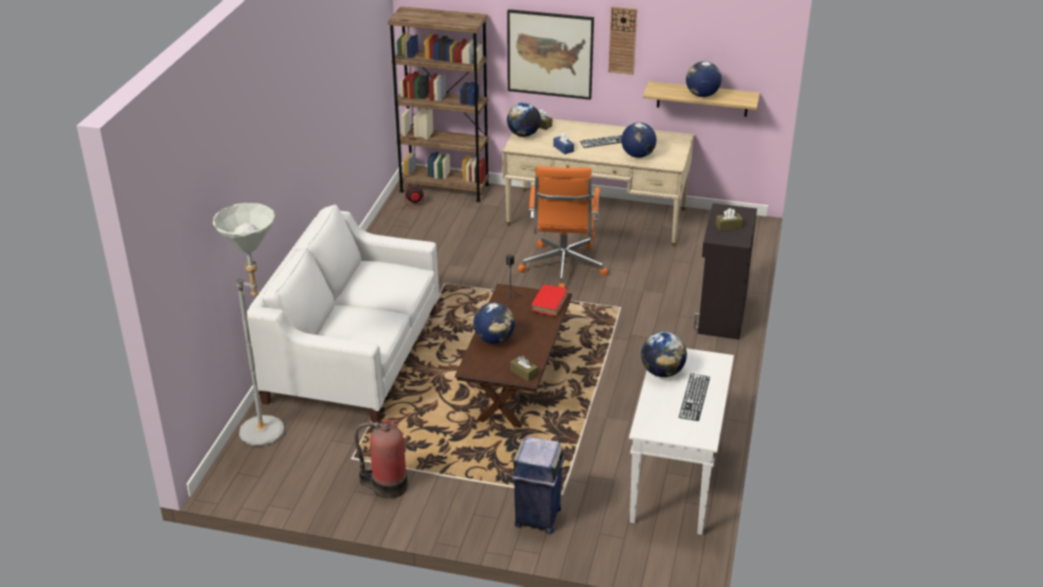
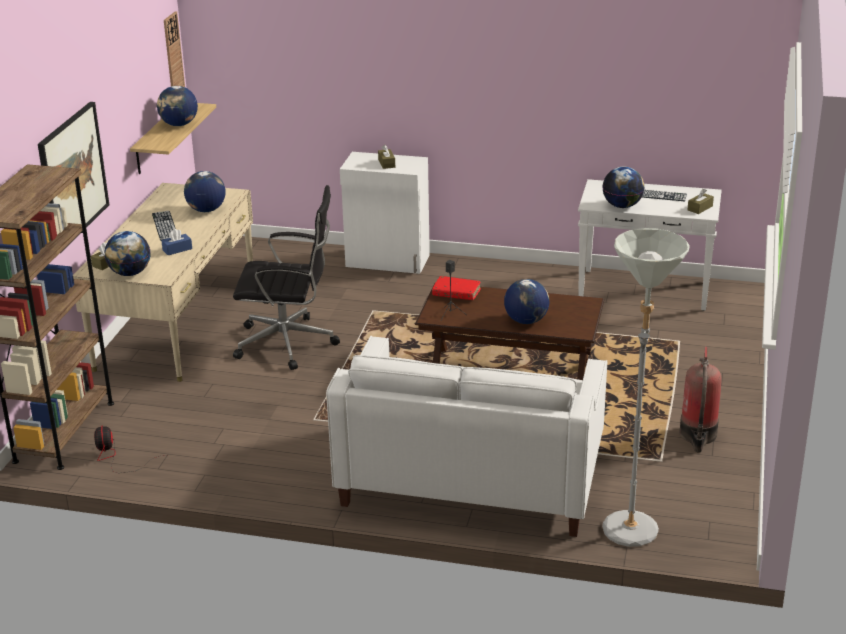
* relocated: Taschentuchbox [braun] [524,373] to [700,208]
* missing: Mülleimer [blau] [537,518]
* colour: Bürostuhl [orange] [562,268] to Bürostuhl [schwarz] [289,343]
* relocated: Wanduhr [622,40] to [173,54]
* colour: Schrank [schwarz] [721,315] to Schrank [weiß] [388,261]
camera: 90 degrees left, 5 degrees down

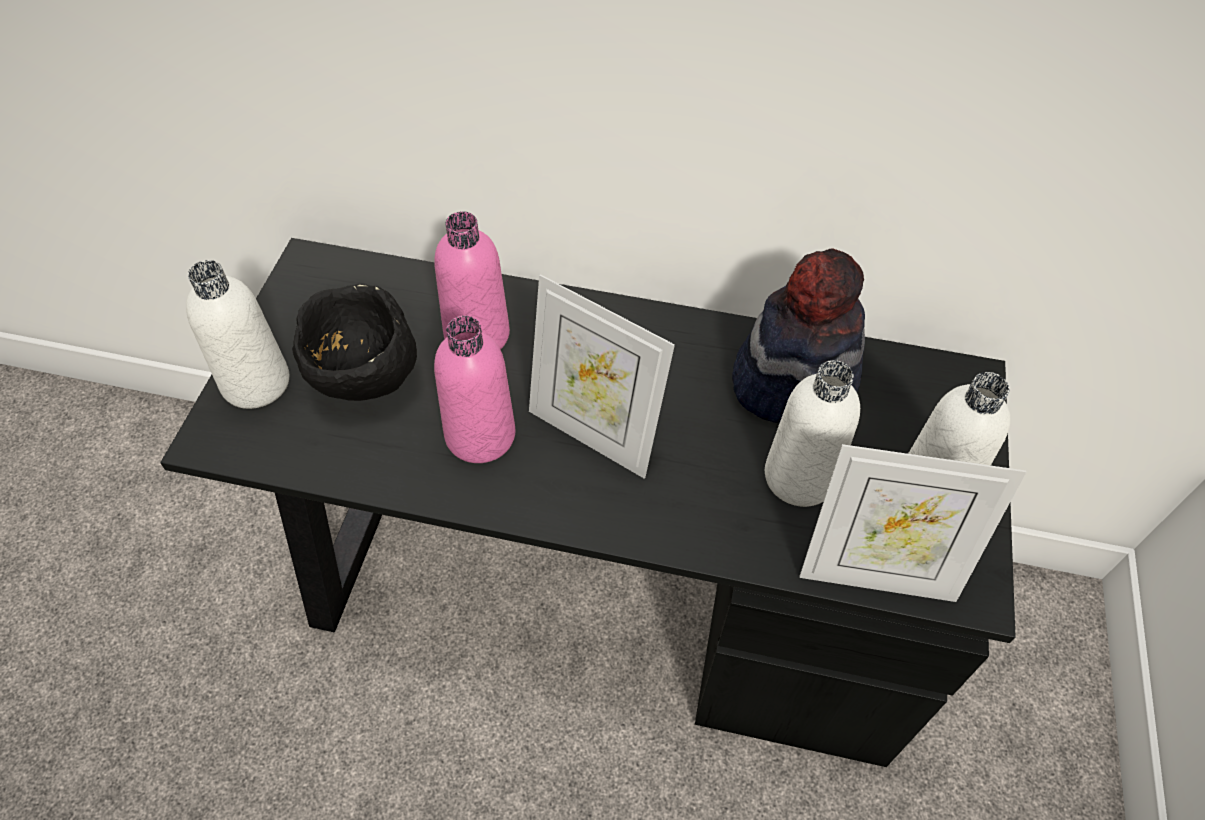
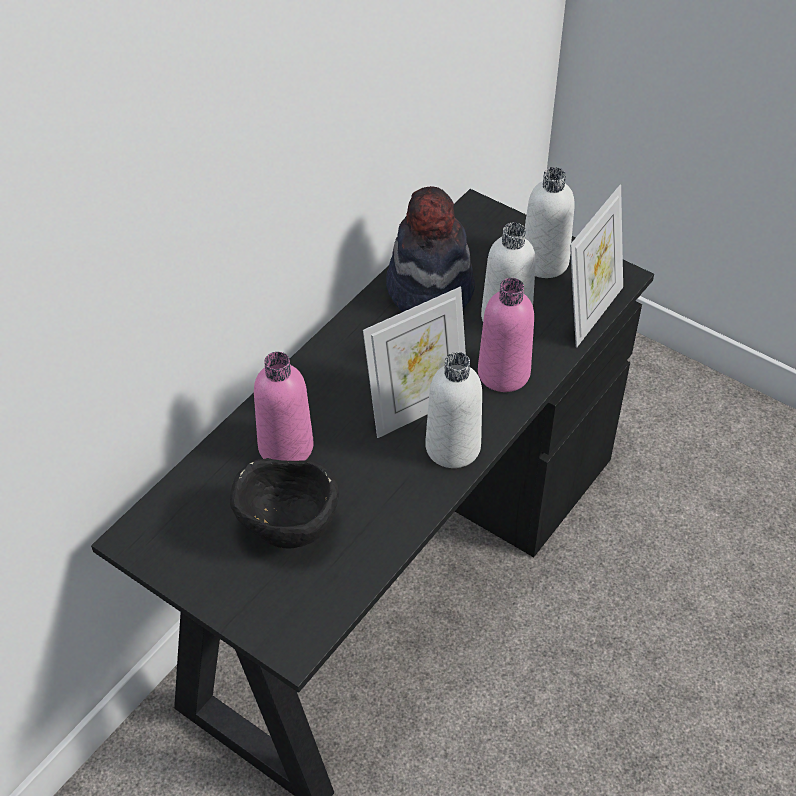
* relocated: Flasche [weiß] [256,382] to [453,447]
* relocated: Flasche [rosa] [480,435] to [503,373]
camera: 65 degrees left, 5 degrees down

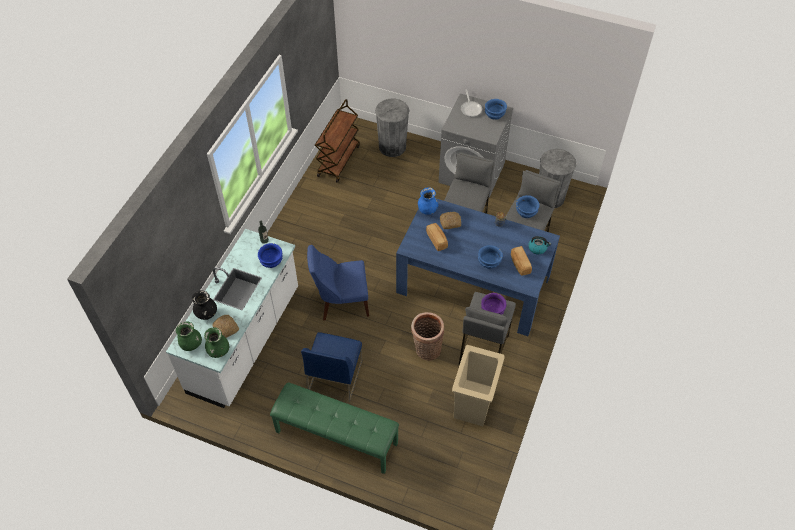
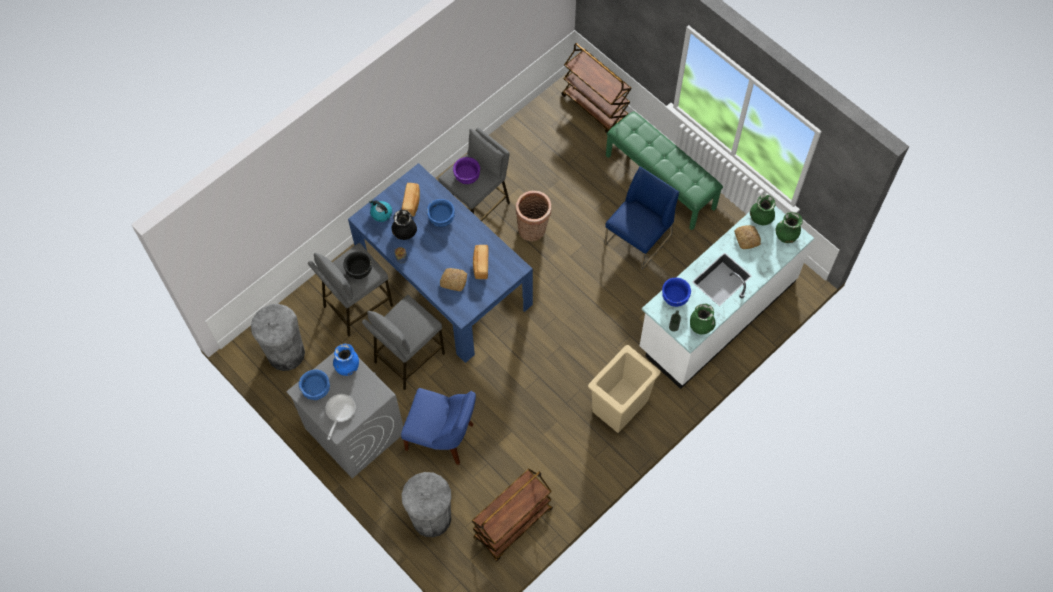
* relocated: Vase [schwarz] [206,313] to [404,232]
* relocated: Stuhl [blau] [341,302] to [443,437]
* relocated: Vase [blau] [427,210] to [347,366]
* relocated: Mülleimer [beige] [474,404] to [619,406]
* colour: Schüssel [blau] [526,212] to Schüssel [schwarz] [358,270]
* appeared: Rollwagen [braun] [595,107]
* appeared: Vase [grün] [700,325]
camera: 155 degrees left, 10 degrees up

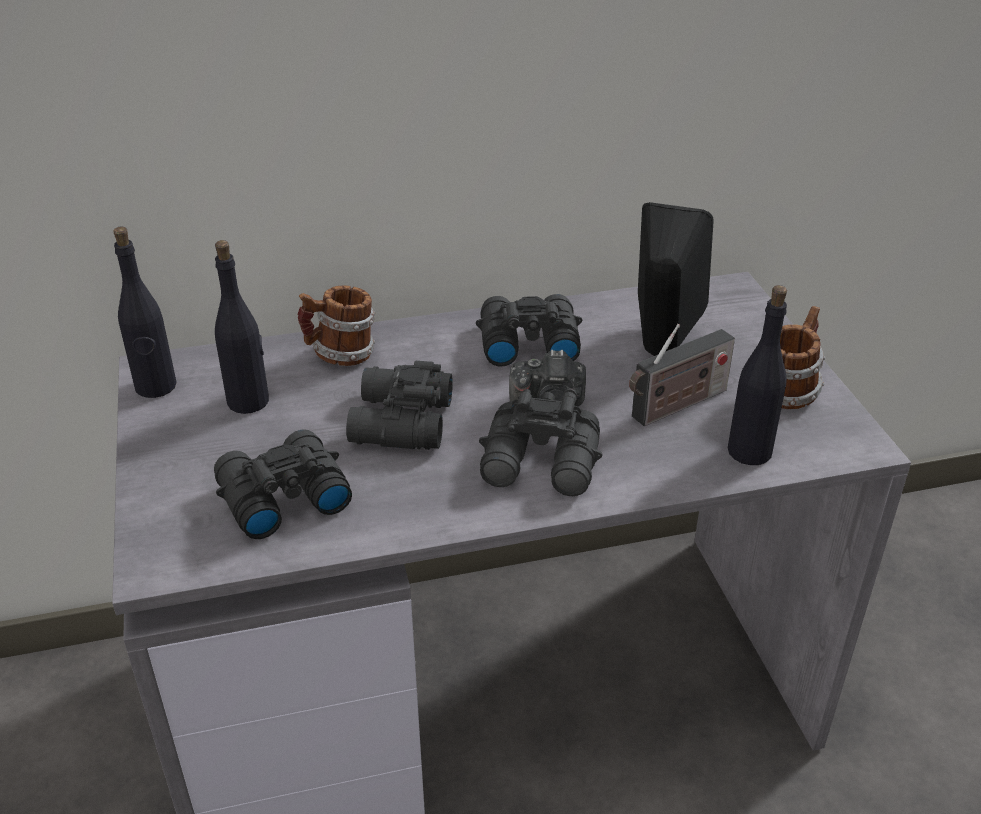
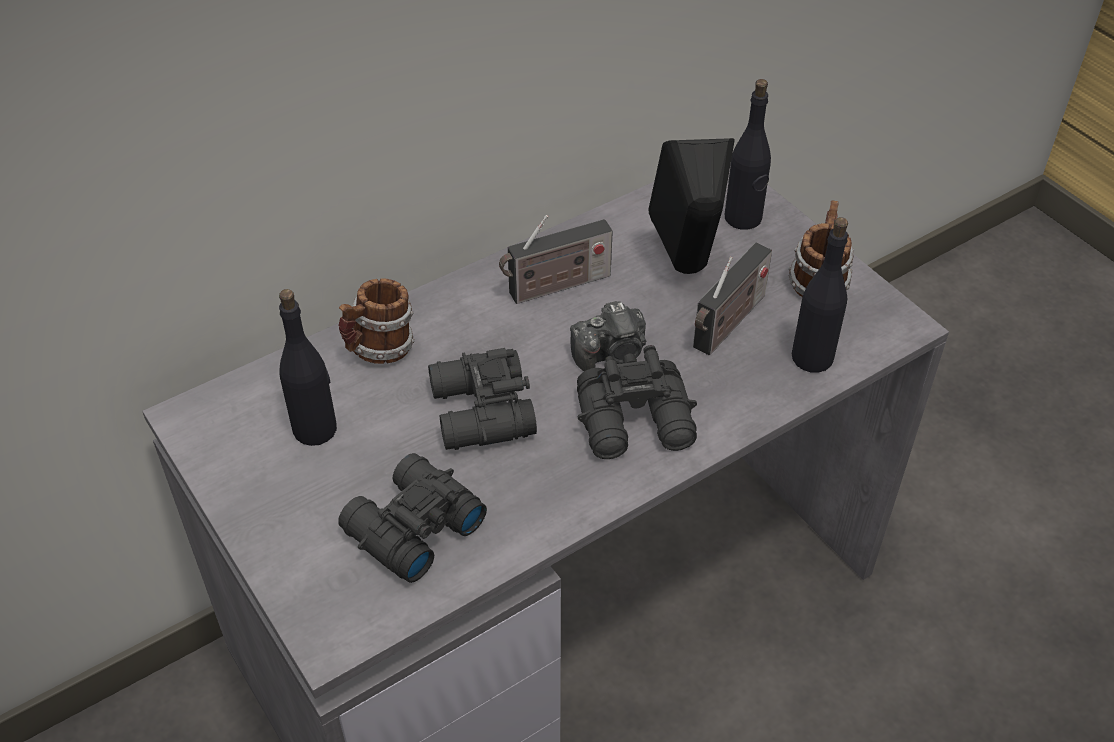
* relocated: Flasche [schwarz] [155,386] to [743,218]
* exchanged: Fernglas [schwarz] [526,342] to Radio [555,287]
camera: 20 degrees left, 10 degrees up

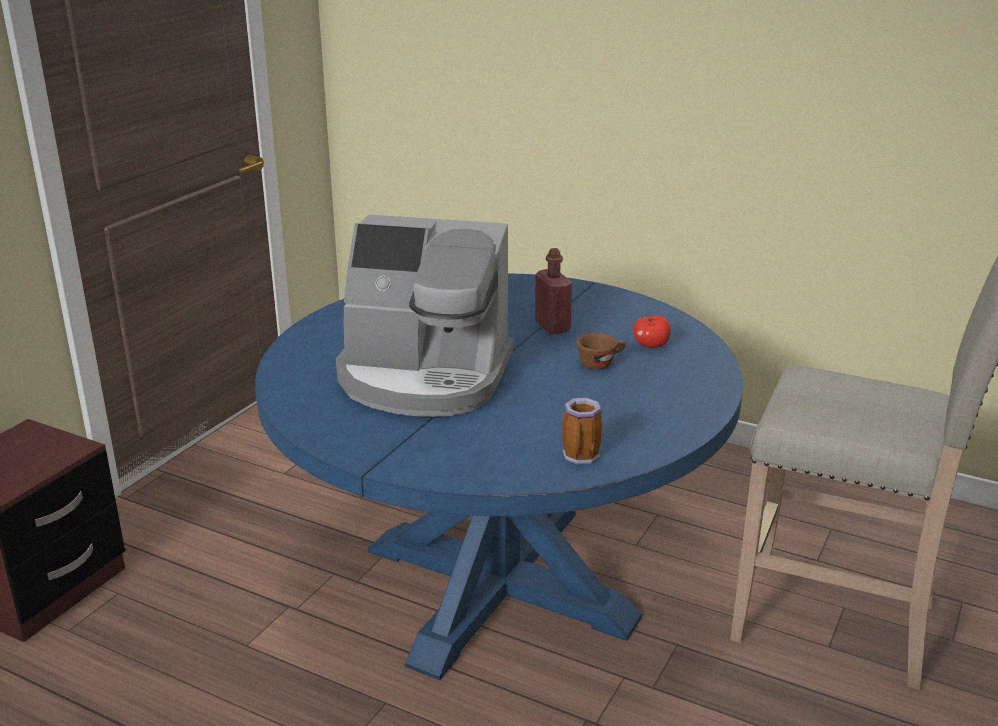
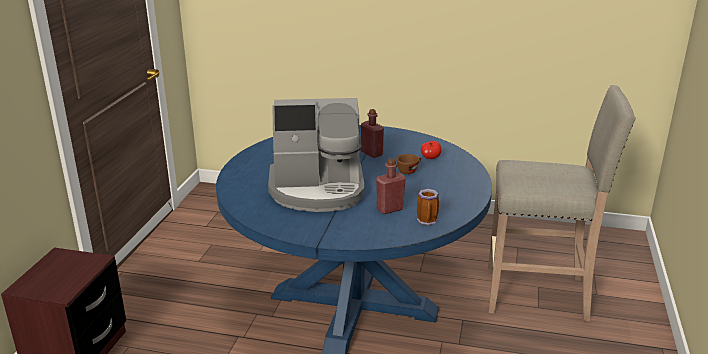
* appeared: Flasche [rot] [390,209]
camera: 15 degrees left, 0 degrees up

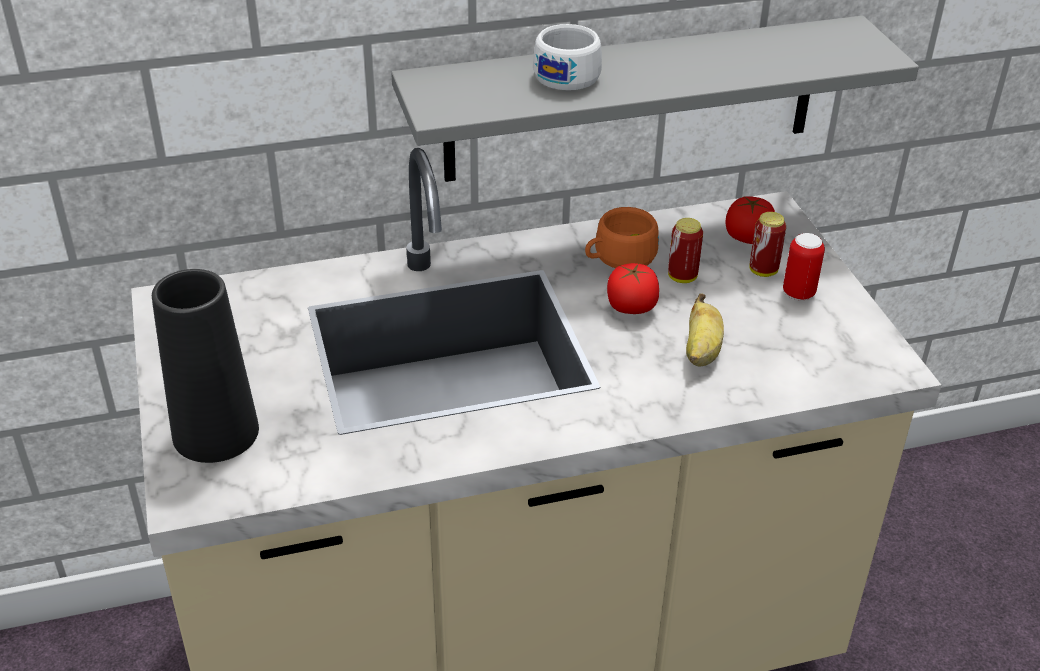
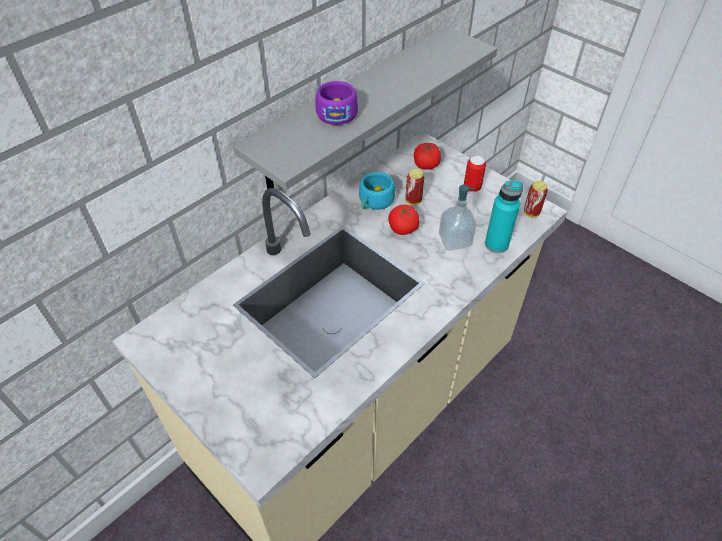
* missing: Vase [schwarz] [215,432]
* colour: Tasse [weiß] [571,74] to Tasse [lila] [337,112]
* colour: Tasse [orange] [619,257] to Tasse [türkis] [374,202]
* exchanged: Banane [701,352] to Seifenspender [455,240]
* relocated: Dose [763,271] to [531,213]
* appeared: Flasche [türkis] [496,244]
camera: 30 degrees left, 10 degrees up

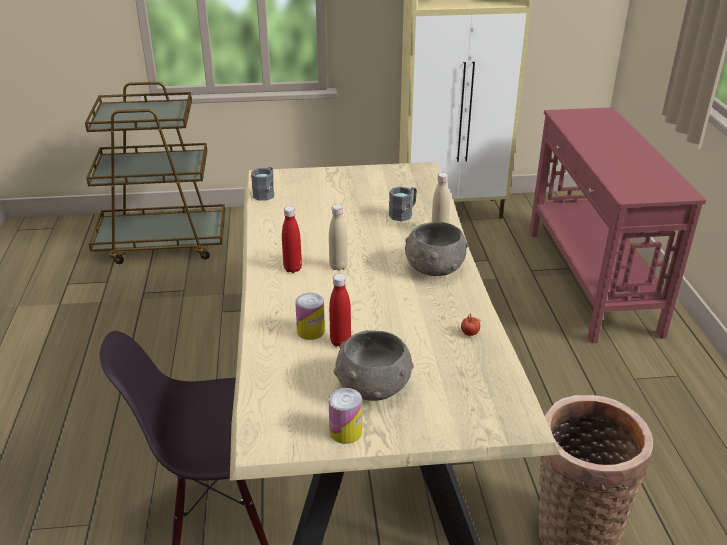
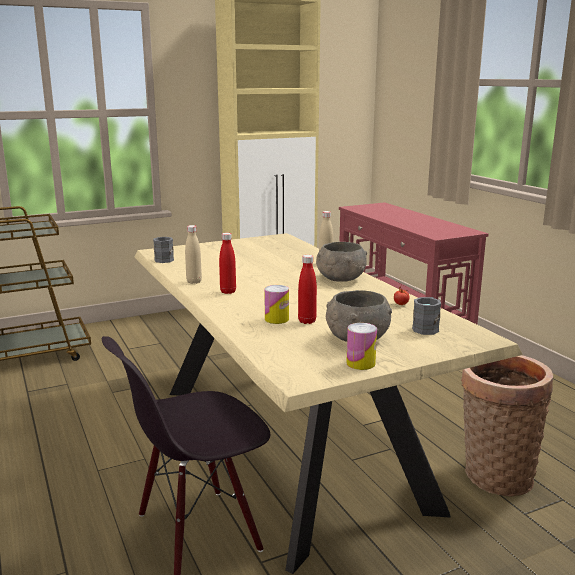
* relocated: Flasche [beige] [338,266] to [194,282]
* relocated: Henkelbecher [grau] [404,213] to [426,327]
camera: 20 degrees left, 15 degrees down

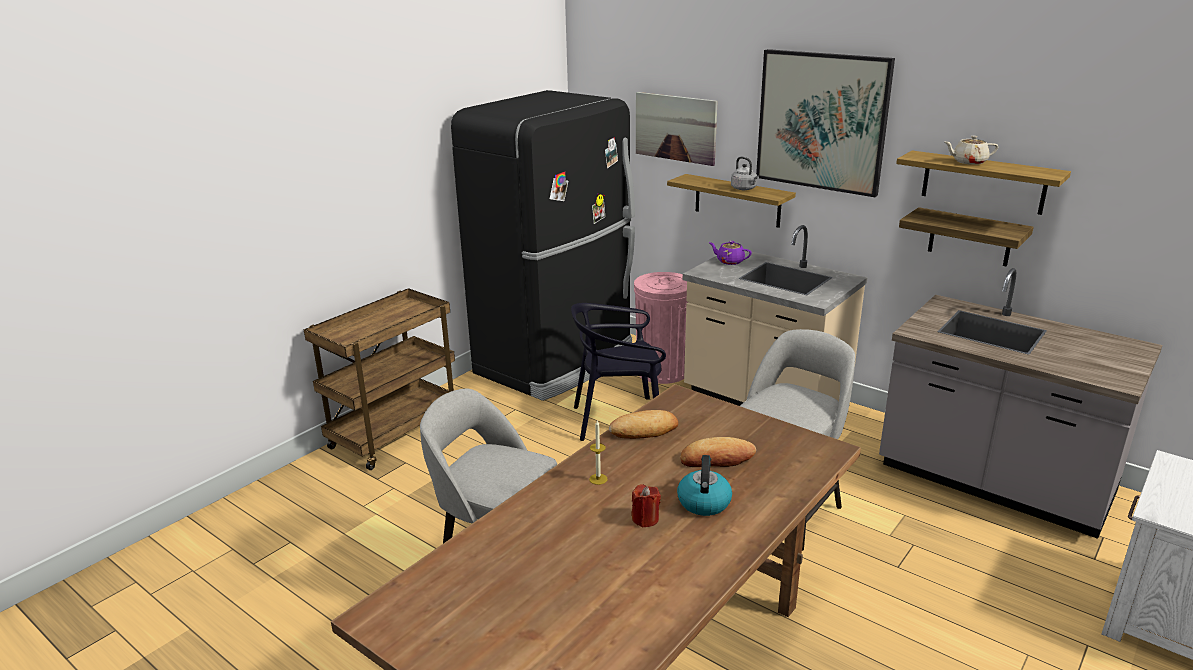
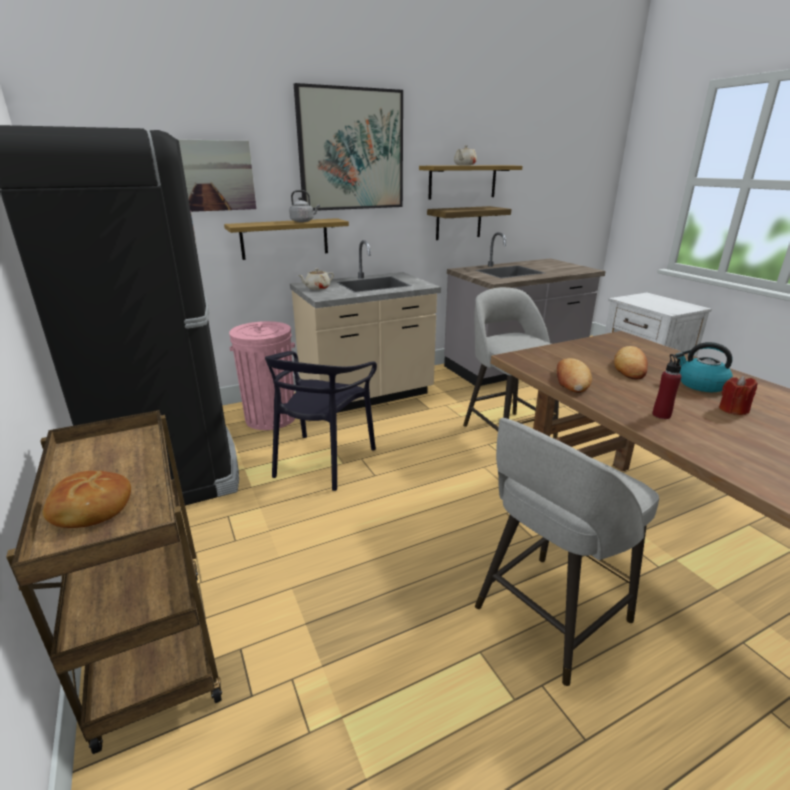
* exchanged: Kerze [598,479] to Flasche [rot] [661,415]
* colour: Teekanne [lila] [729,261] to Teekanne [beige] [317,288]
* appeared: Brot [91,509]
camera: 65 degrees left, 0 degrees up

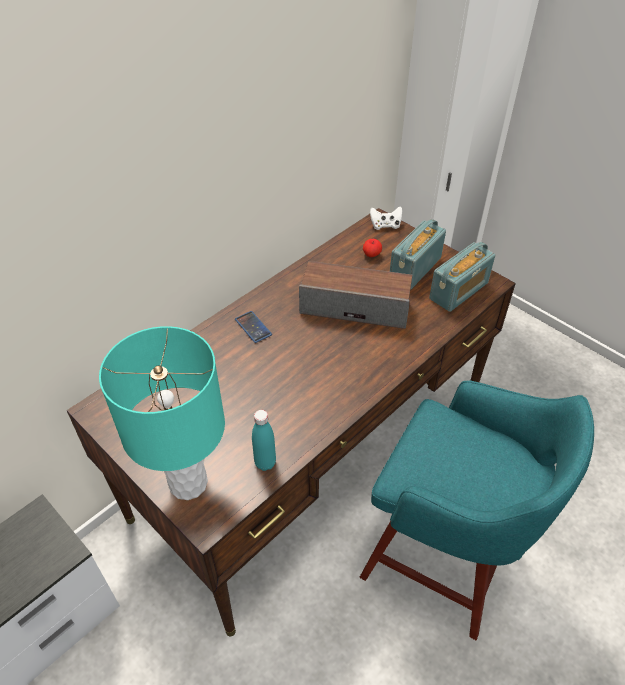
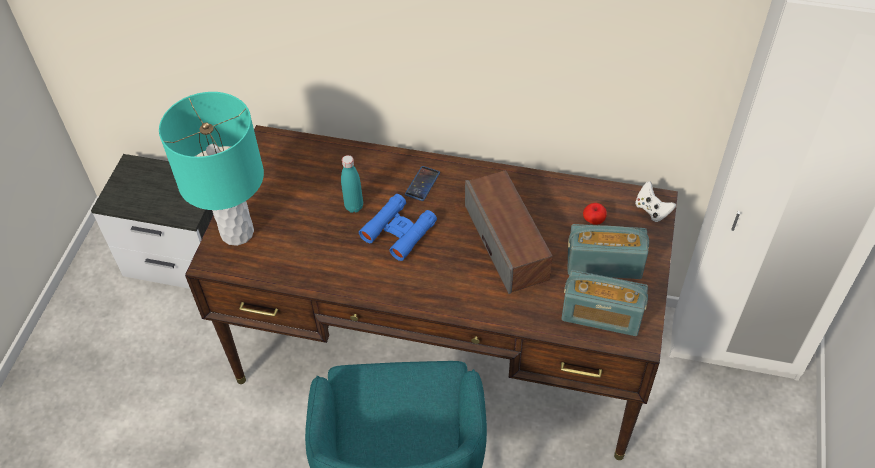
* relocated: Flasche [türkis] [265,463] to [354,206]
* appeared: Fernglas [blau] [398,231]
camera: 60 degrees right, 5 degrees up

